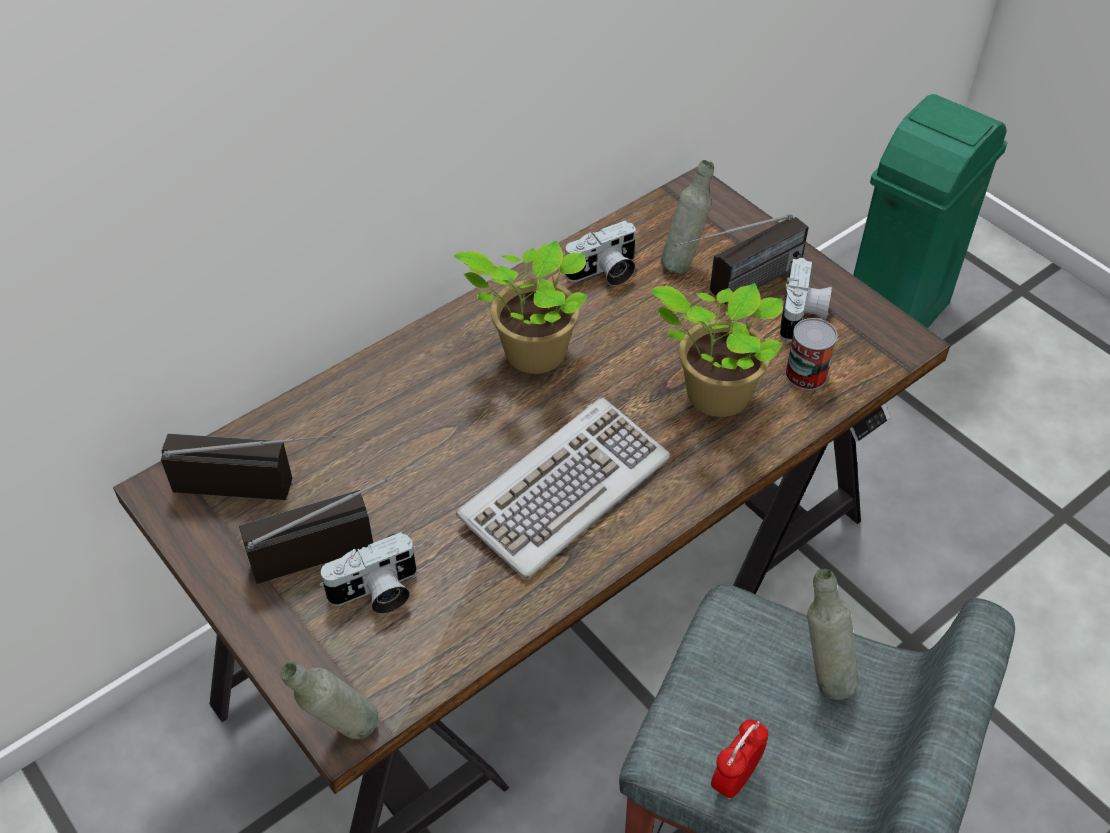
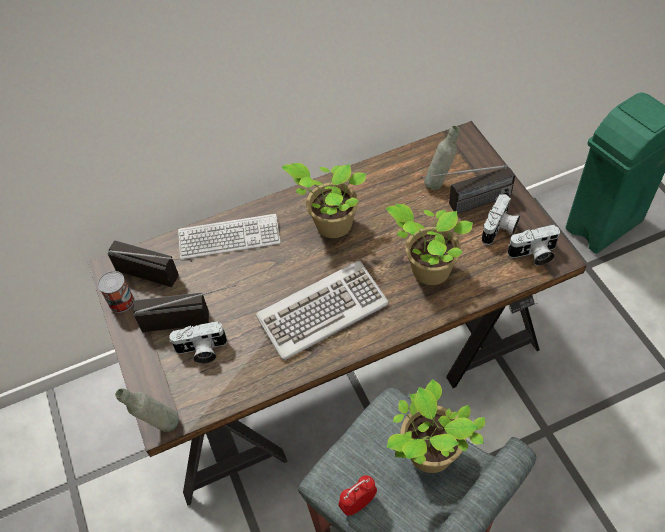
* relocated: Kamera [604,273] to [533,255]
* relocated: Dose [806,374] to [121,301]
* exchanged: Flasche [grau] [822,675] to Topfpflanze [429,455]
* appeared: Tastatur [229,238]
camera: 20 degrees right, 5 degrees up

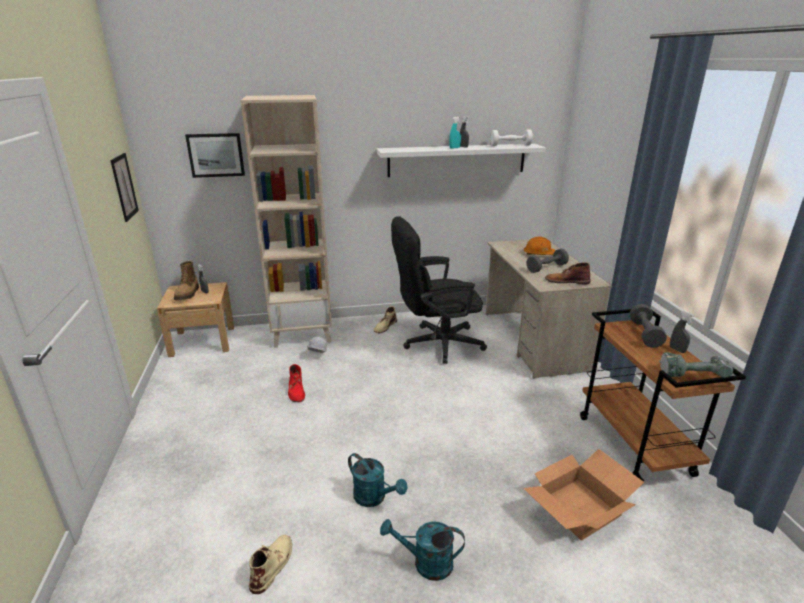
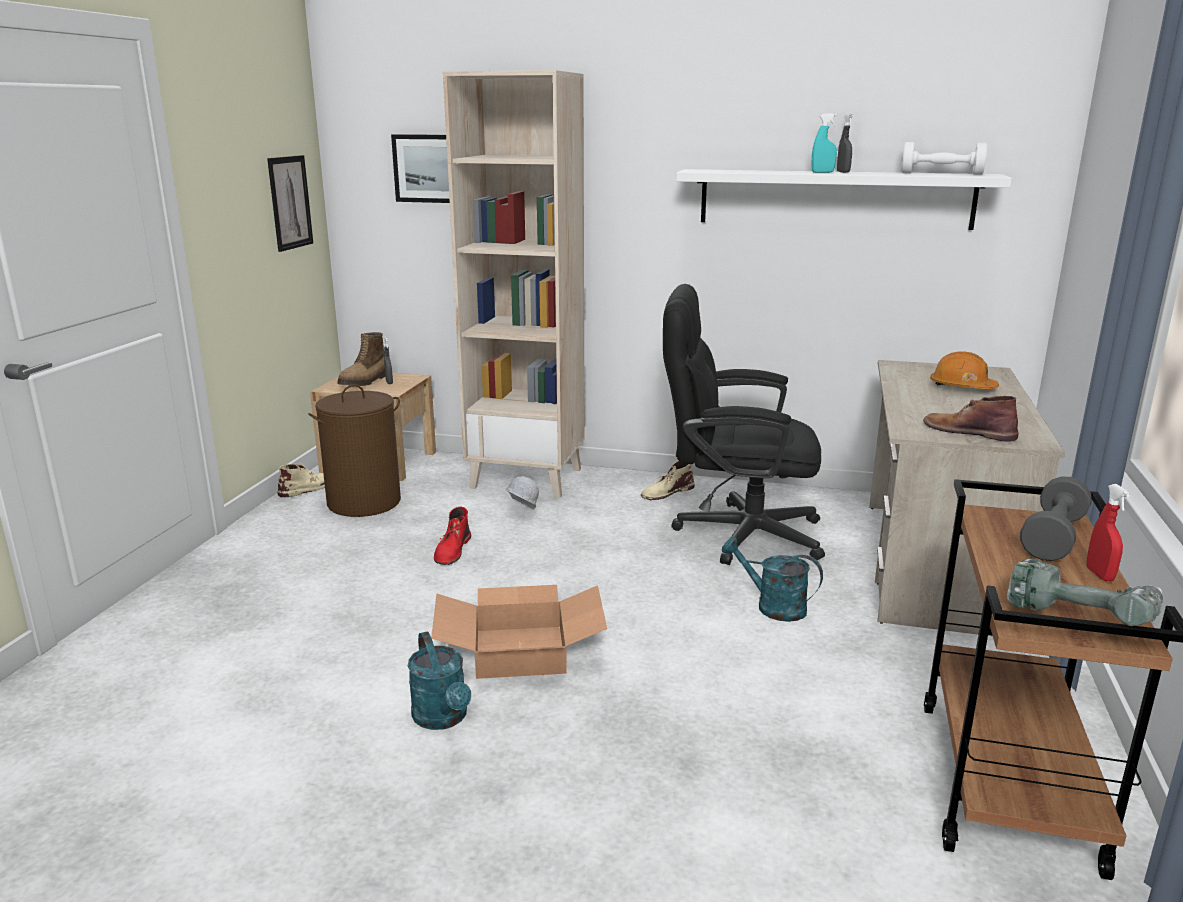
* relocated: Stiefel [beige] [272,564] to [308,488]
* relocated: Gießkanne [türkis] [425,563] to [772,606]
* relocated: Karton [579,507] to [521,650]
* missing: Hantel [grau] [546,268]
* colour: Sprühflasche [grau] [677,350] to Sprühflasche [rot] [1099,574]
* appeared: Wäschekorb [braun] [364,502]
camera: 25 degrees right, 5 degrees down

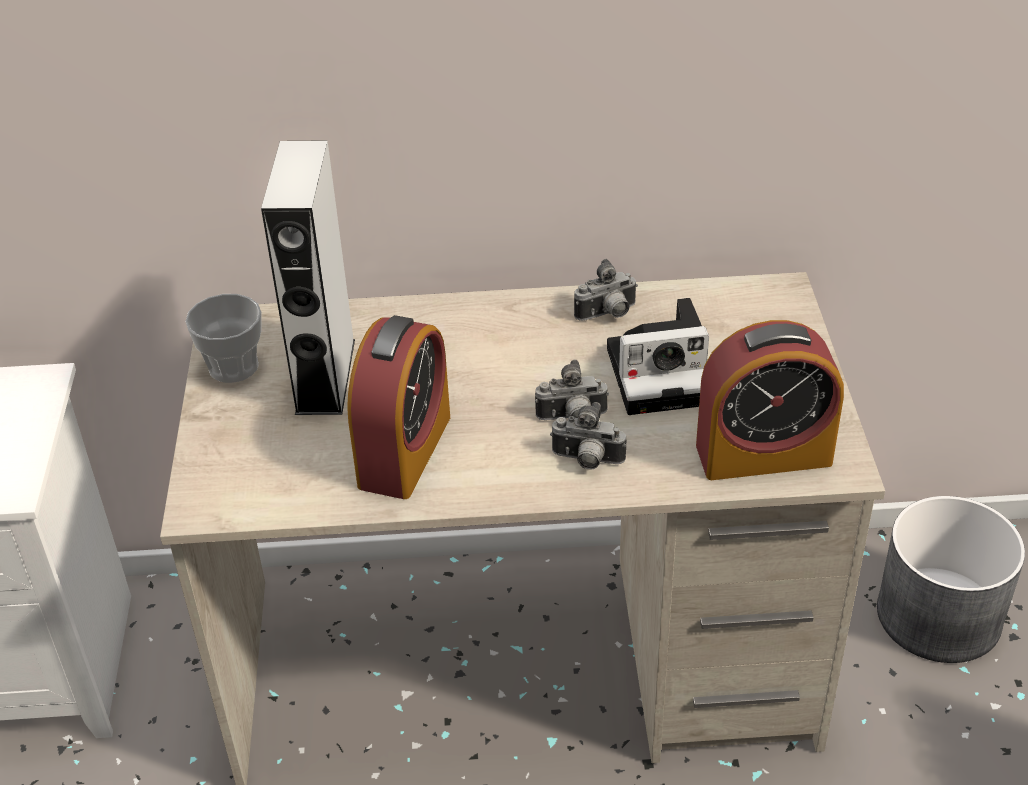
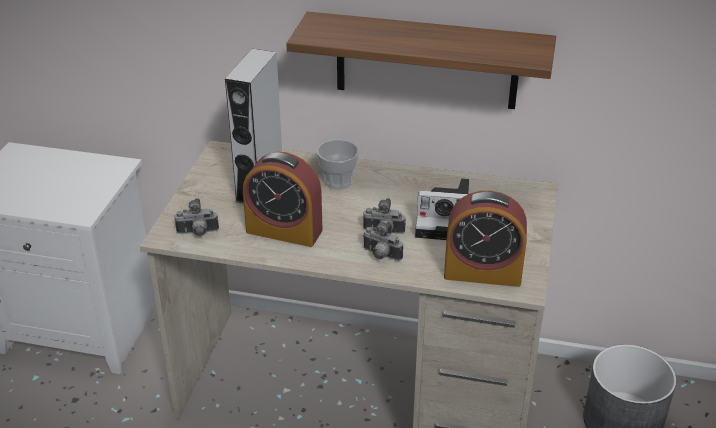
* relocated: Tasse [233,367] to [338,181]
* spun: Wecker [405,451] = [284,231] 75 degrees clockwise
* relocated: Kamera [608,314] to [197,233]
* appeared: Wandregal [426,61]
camera: 15 degrees right, 5 degrees down

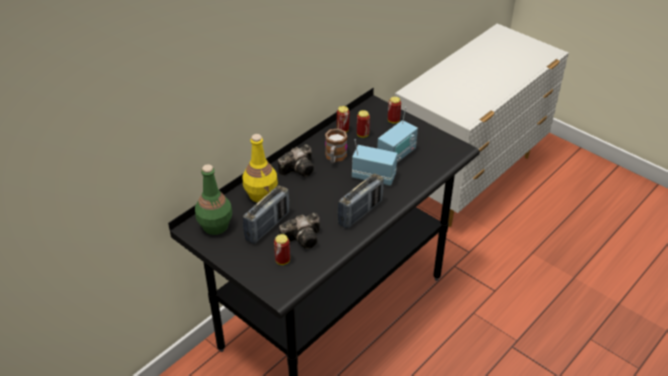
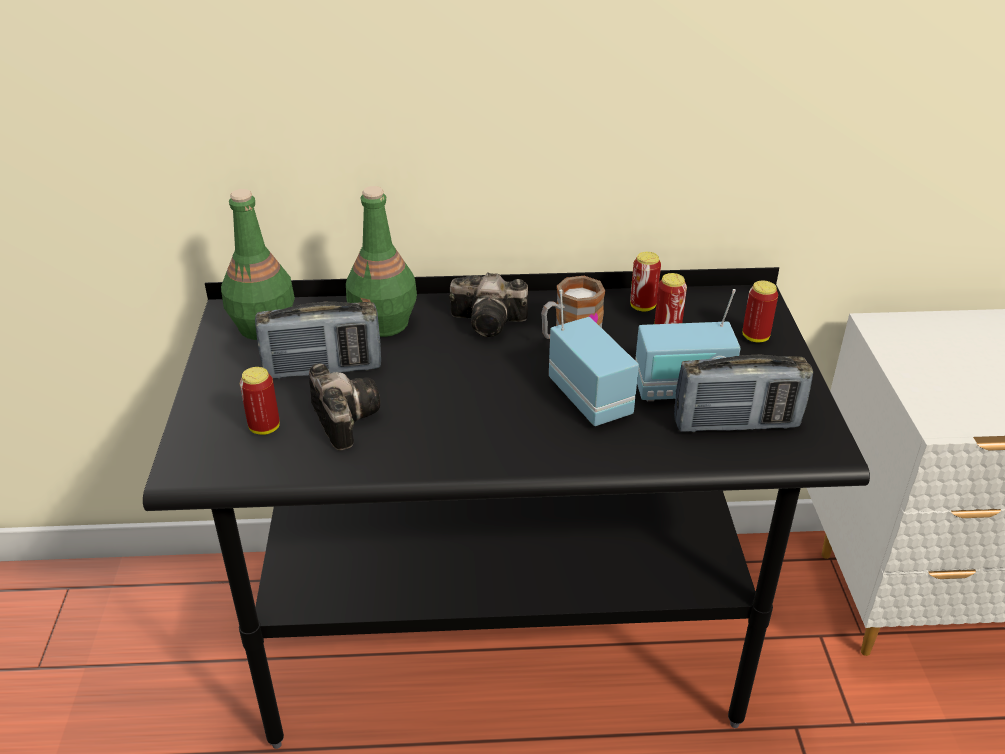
* colour: Flasche [gelb] [261,194] to Flasche [grün] [385,323]
* spun: Kamera [304,238] = [343,417] 135 degrees counterclockwise
* relocated: Radio [360,213] to [736,424]
camera: 45 degrees right, 5 degrees down

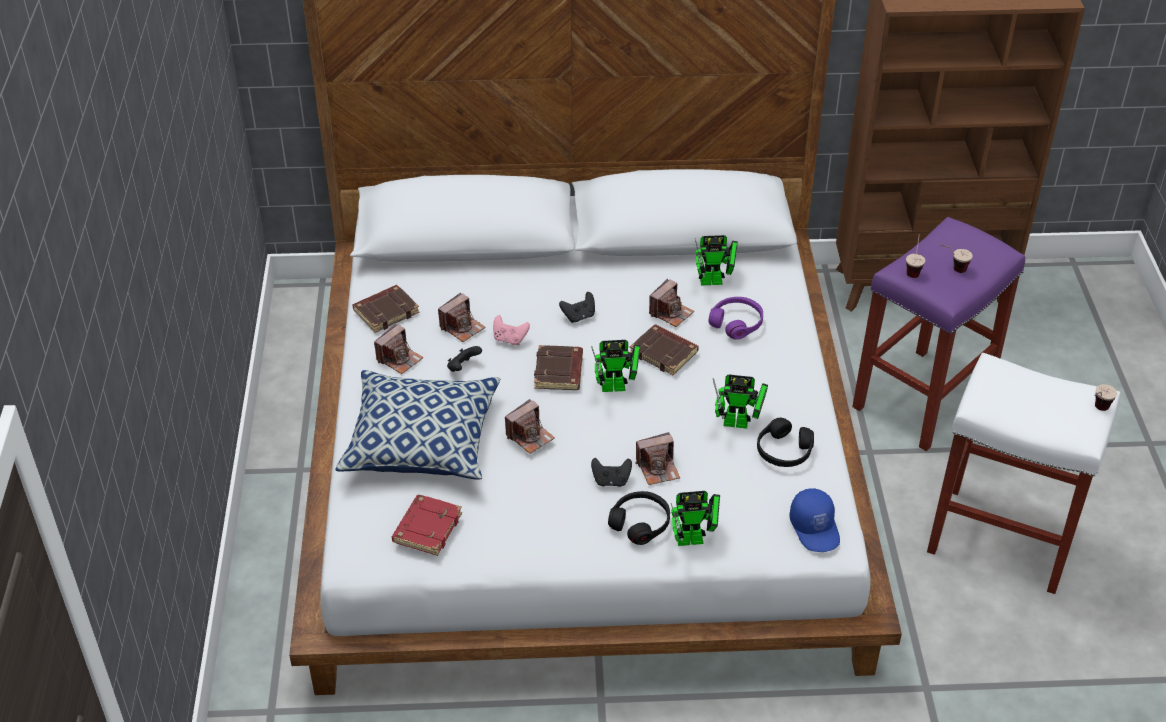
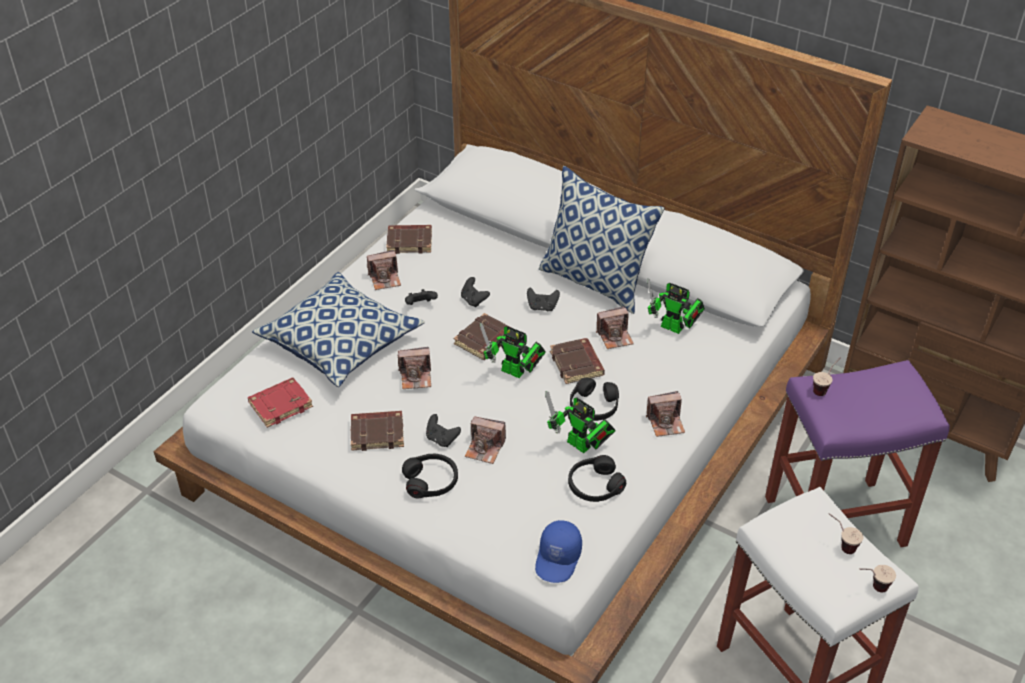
* relocated: Kamera [462,327] to [665,423]
* colour: Gamepad [rosa] [510,339] to Gamepad [schwarz] [474,300]
* missing: Spielzeugroboter [694,539]
* missing: Kopfhörer [lila] [736,323]
* relocated: Tasse [952,269] to [840,544]
* appeared: Buch [braun] [378,433]
* appeared: Kissen [596,281]
* appeared: Kopfhörer [schwarz] [593,406]
camera: 35 degrees right, 0 degrees up

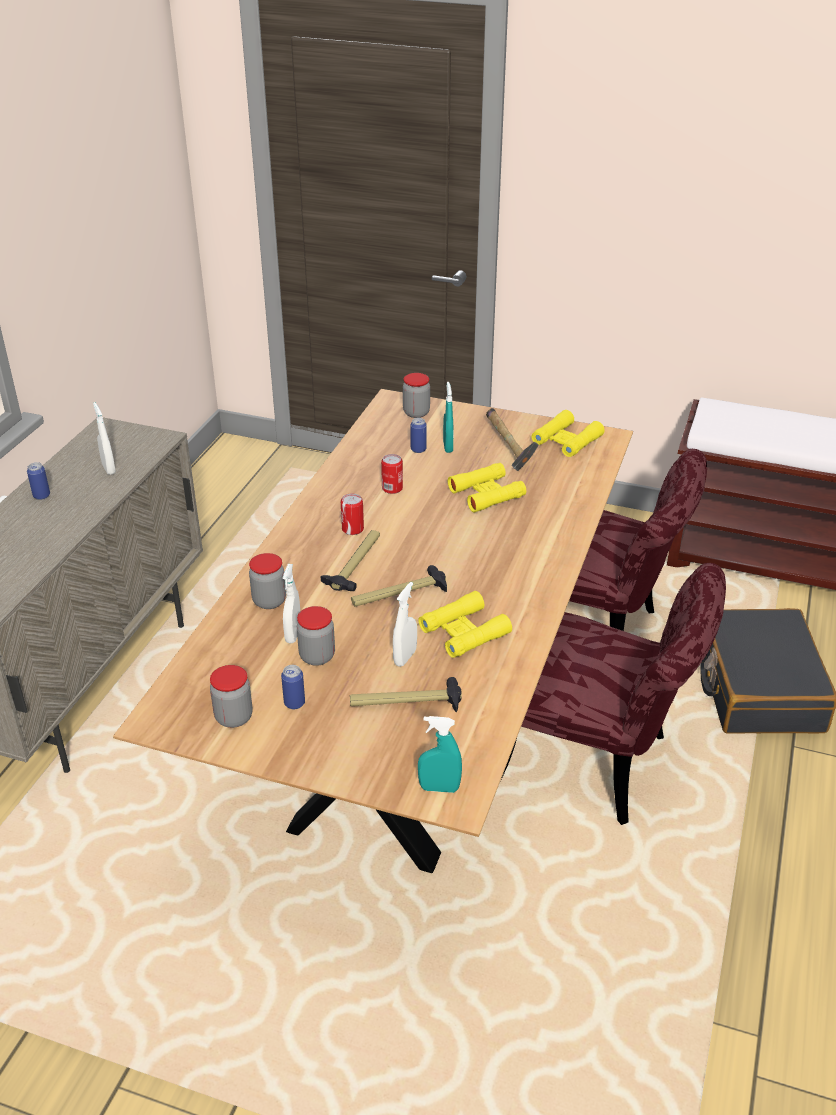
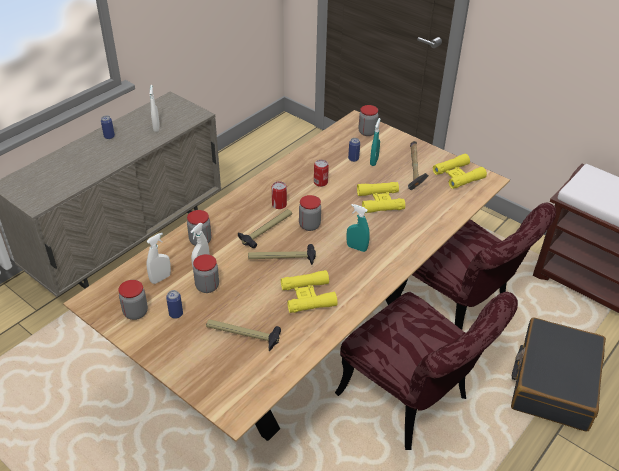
* relocated: Sprühflasche [weiß] [405,657] to [160,278]
* relocated: Sprühflasche [türkis] [439,788] to [356,248]
* appeared: Vorratsglas [309,225]
camera: 20 degrees right, 5 degrees up

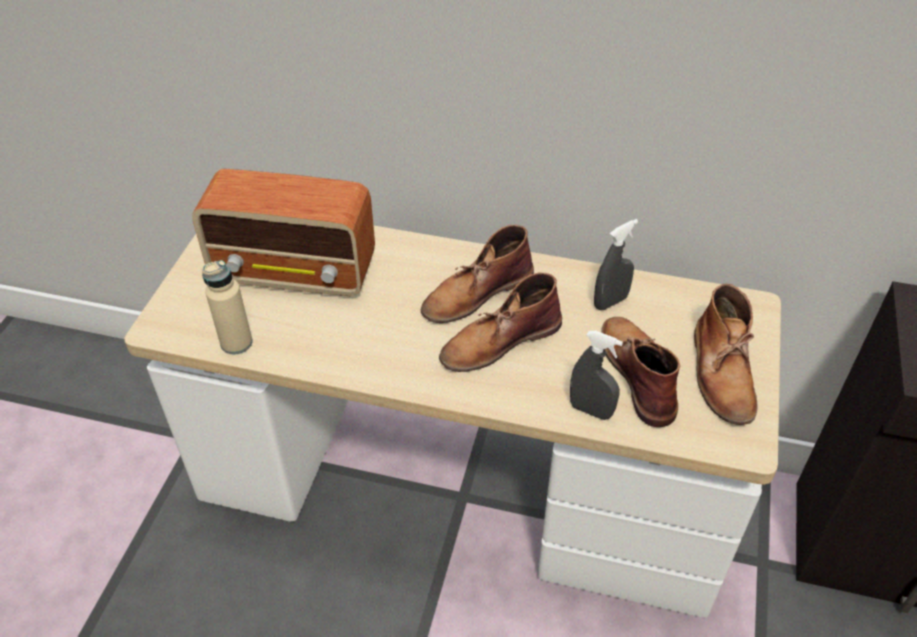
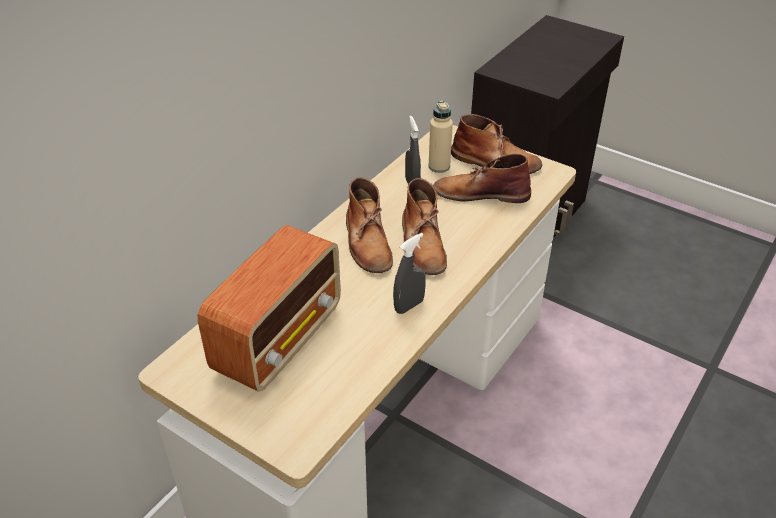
* relocated: Flasche [beige] [236,343] to [439,166]
* relocated: Sprühflasche [grau] [591,410] to [409,306]
camera: 70 degrees left, 5 degrees down

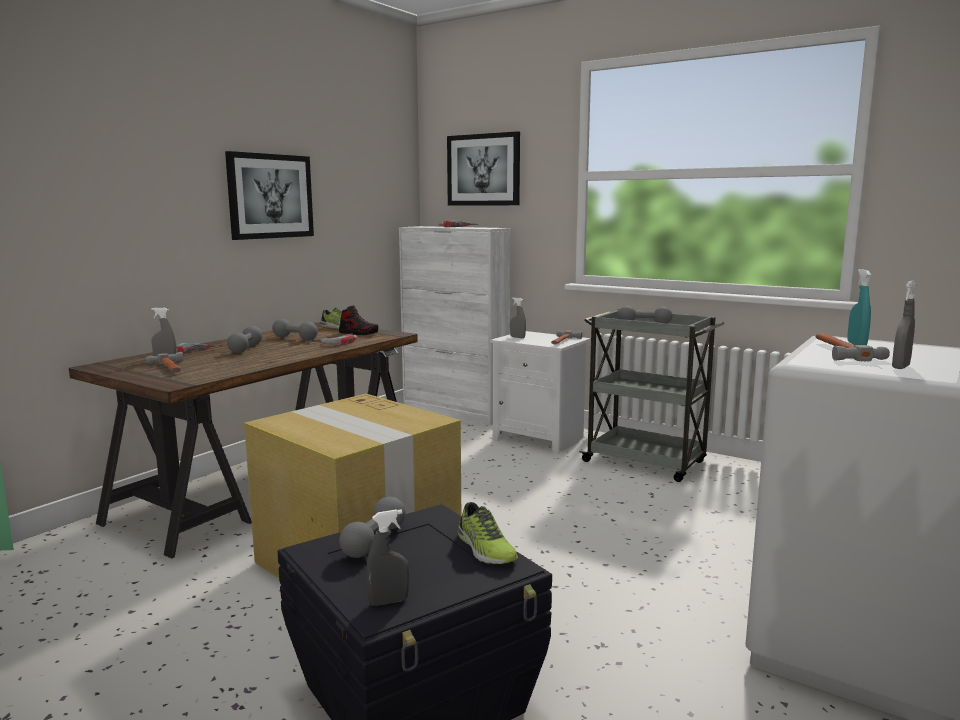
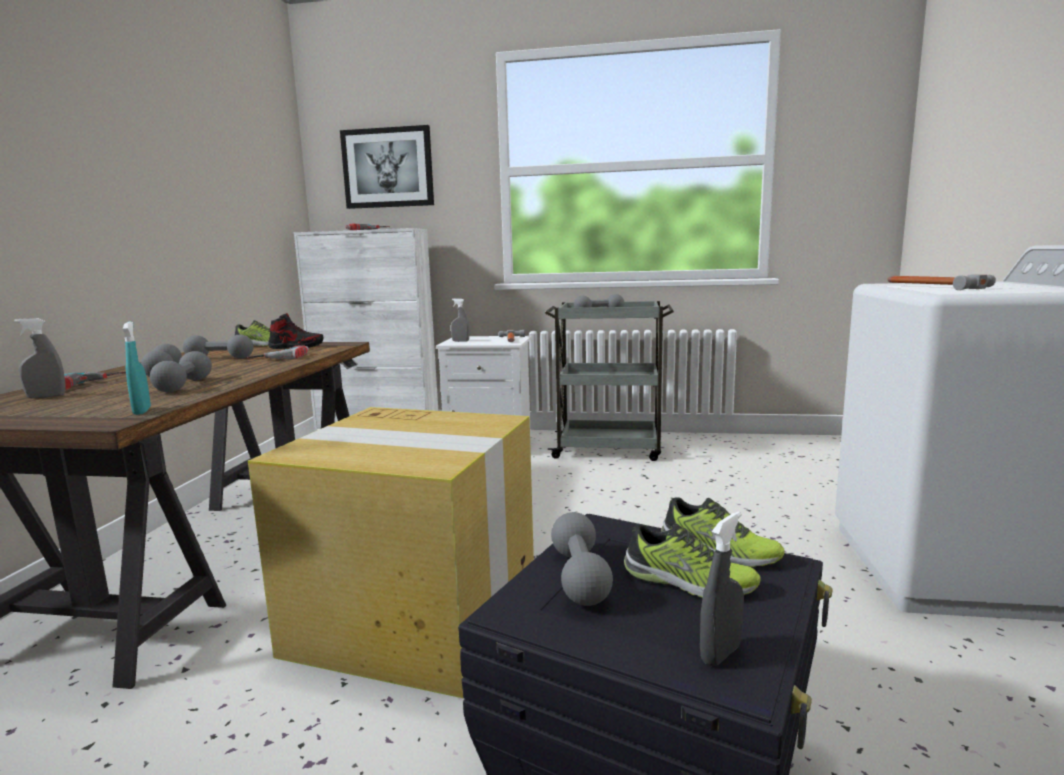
* missing: Hammer [170,368]
* missing: Bild [270,196]
* relocated: Sprühflasche [türkis] [856,344] to [142,411]
* missing: Sprühflasche [grau] [900,367]
* appeared: Hantel [grau] [184,385]
* appeared: Schuh [688,582]
camera: 25 degrees left, 0 degrees up

